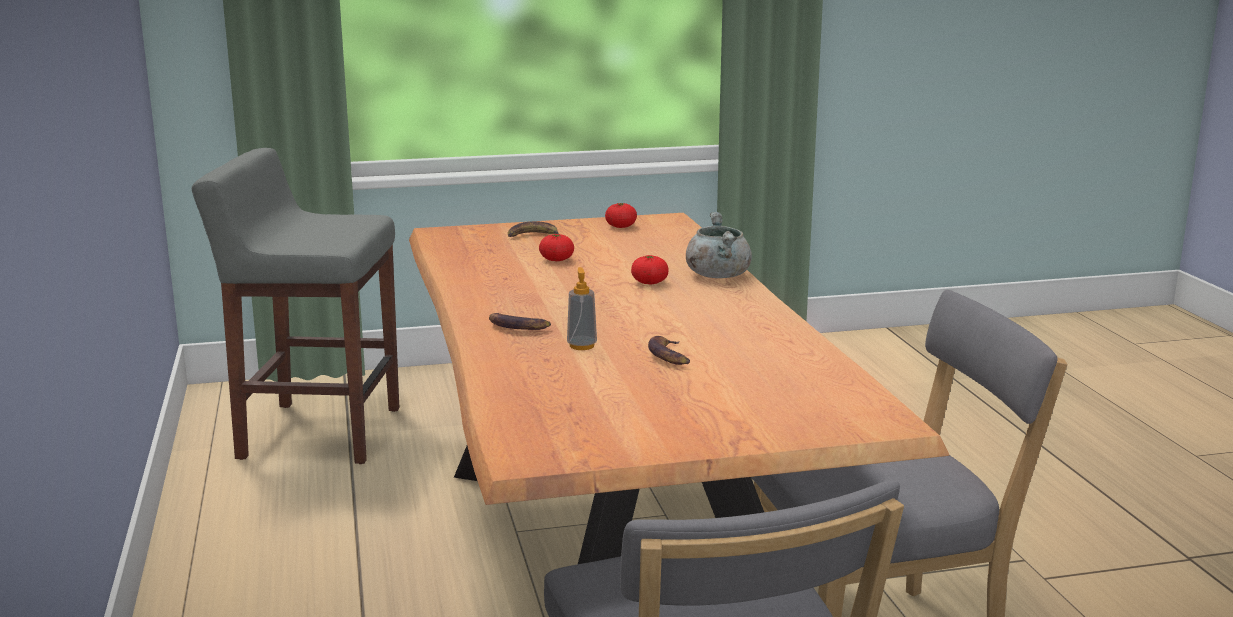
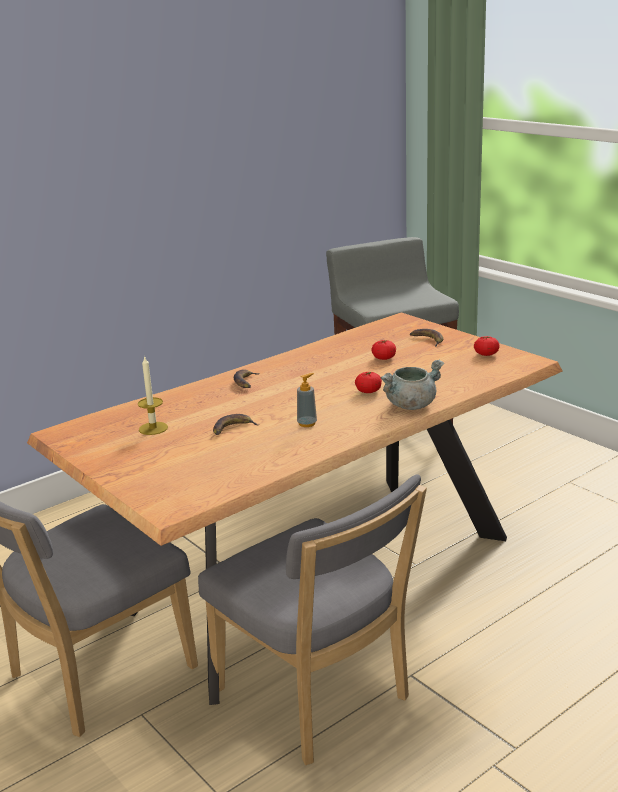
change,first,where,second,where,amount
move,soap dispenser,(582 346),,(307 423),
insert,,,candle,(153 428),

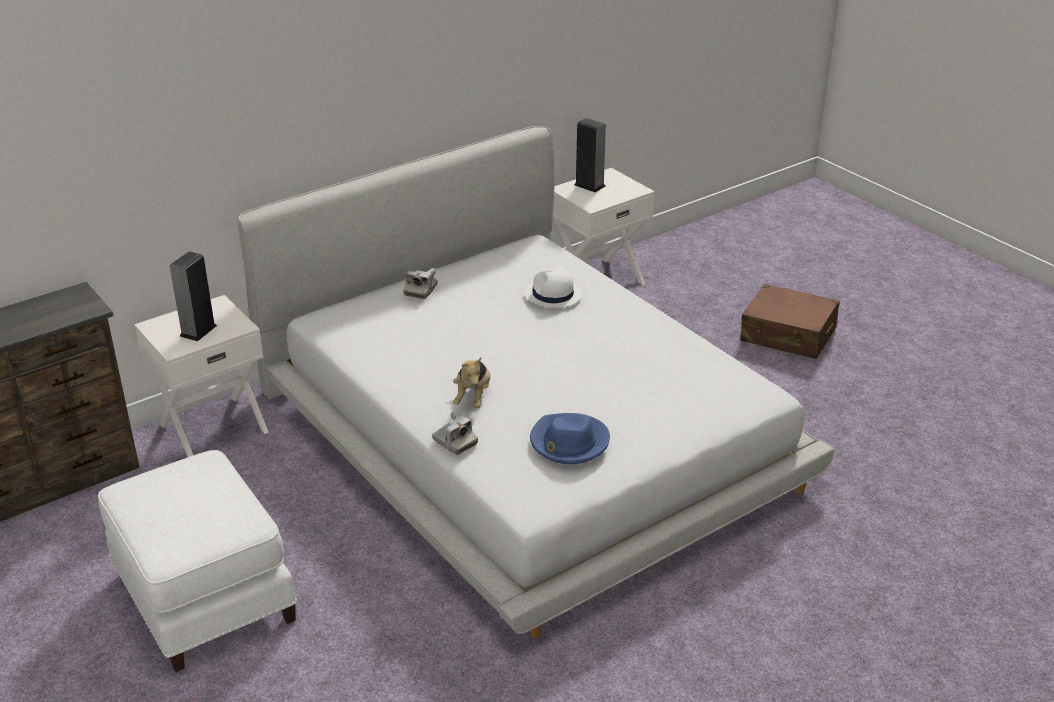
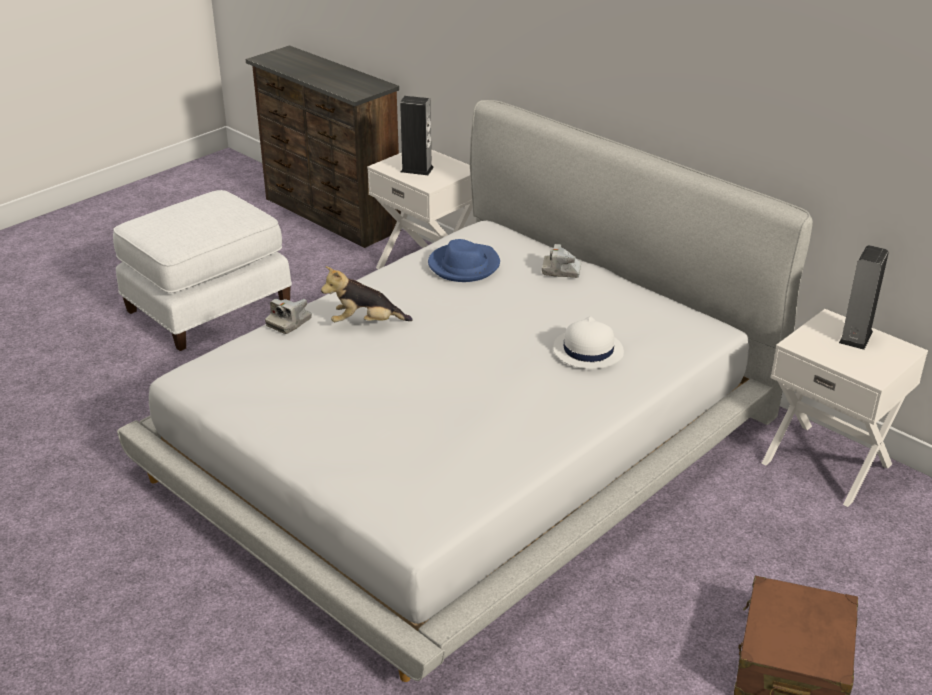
change,first,where,second,where,amount
move,blue hat,(569 442),,(464 266),

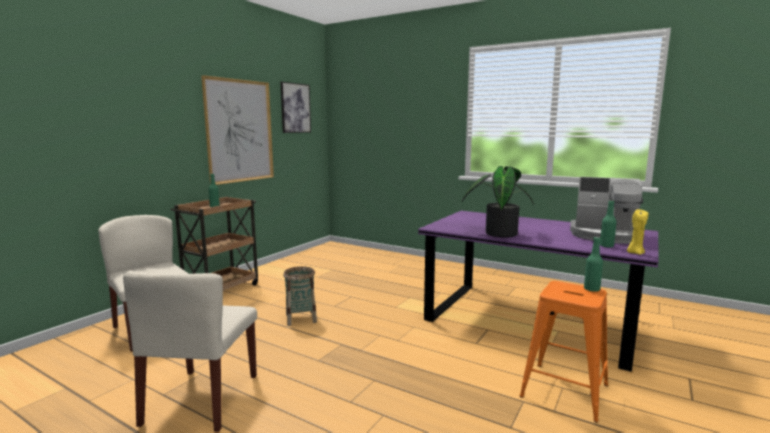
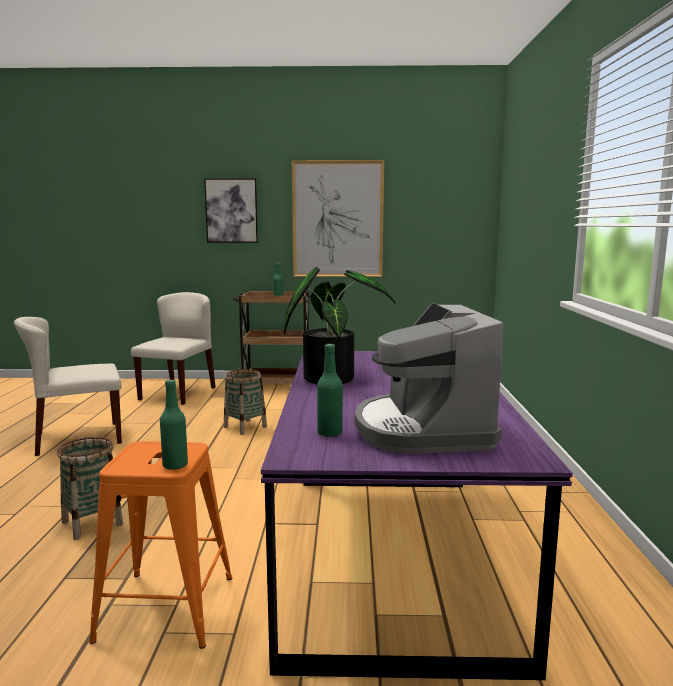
change,first,where,second,where,amount
move,picture,(295 108),,(231 211),
delete,yellow candle,(635 253),,,
insert,,,basket,(92 523),

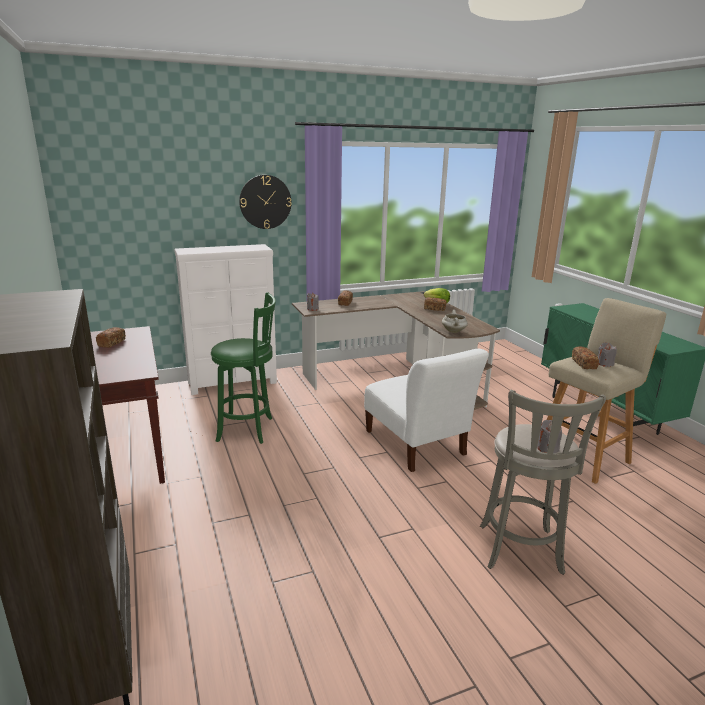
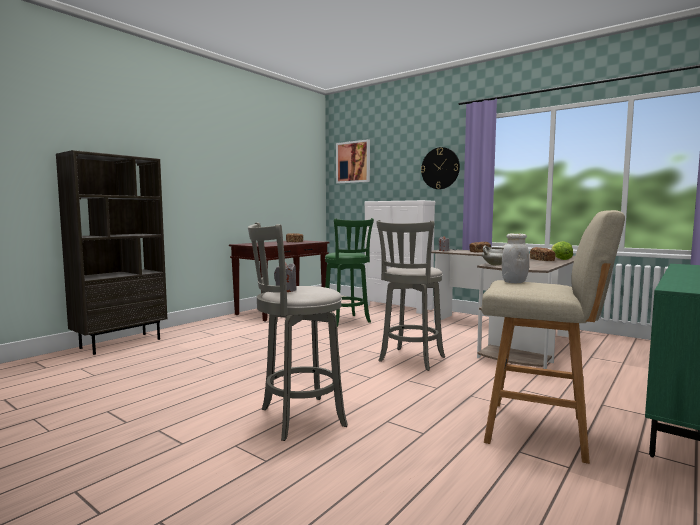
change,first,where,second,where,amount
replace,white chair,(416 445),grey stool,(410 360),
replace,bread,(584 364),white jar,(514 282),
delete,grey candle,(604 364),,,
insert,,,picture,(353 162),

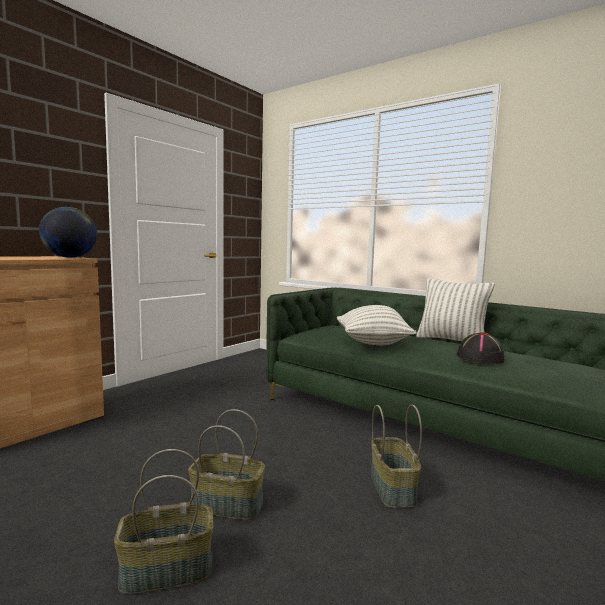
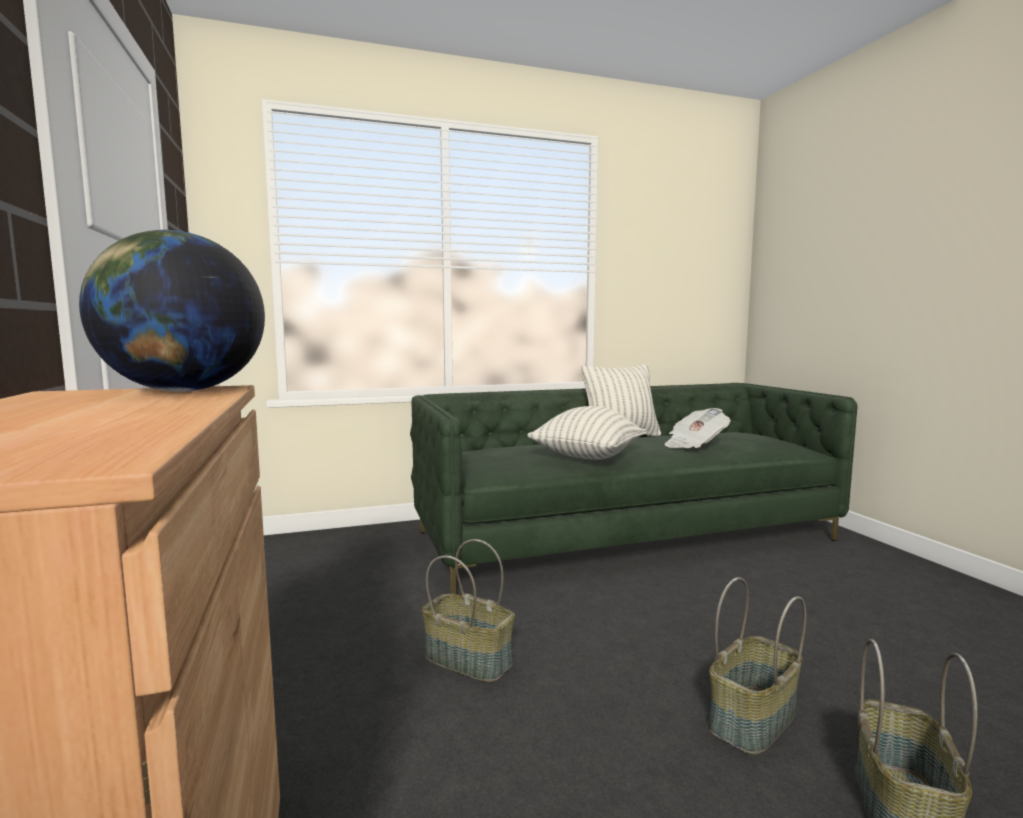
change,first,where,second,where,amount
move,basket,(393 488),,(469 659),
replace,black hat,(479 358),newspaper,(694 445),

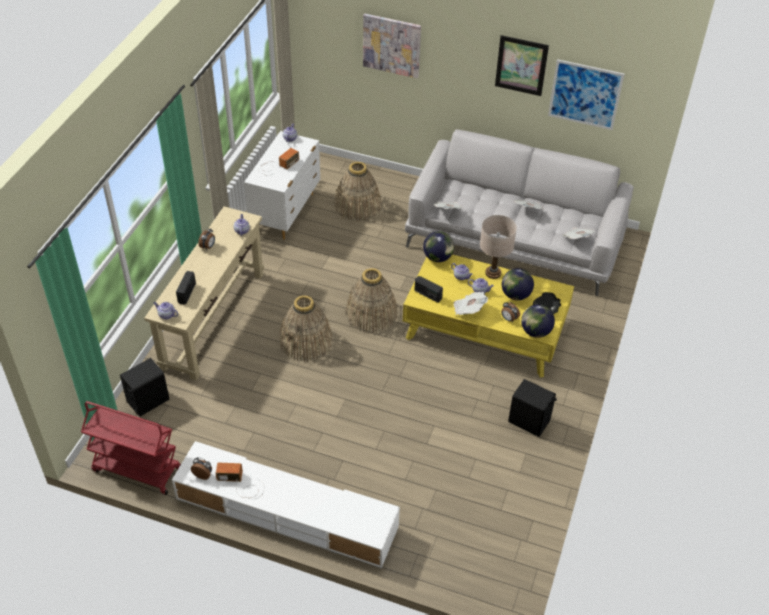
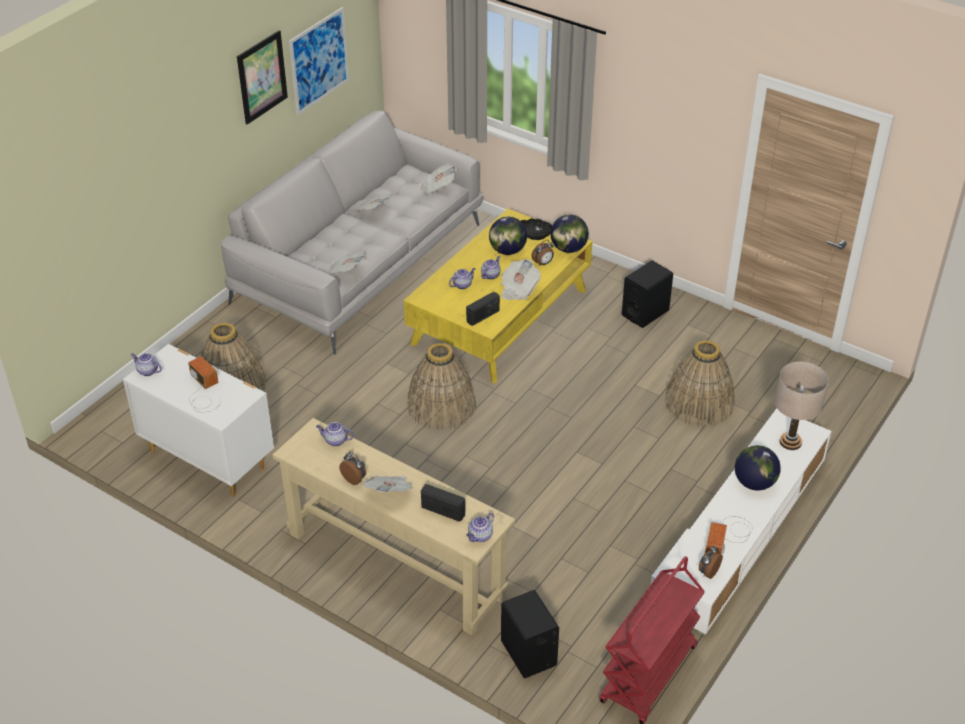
change,first,where,second,where,amount
move,basket,(306 341),,(699 403),
delete,picture,(391 45),,,
move,globe,(438 258),,(754 483),
move,beige table lamp,(493 273),,(790 442),
insert,,,newspaper,(390 492),

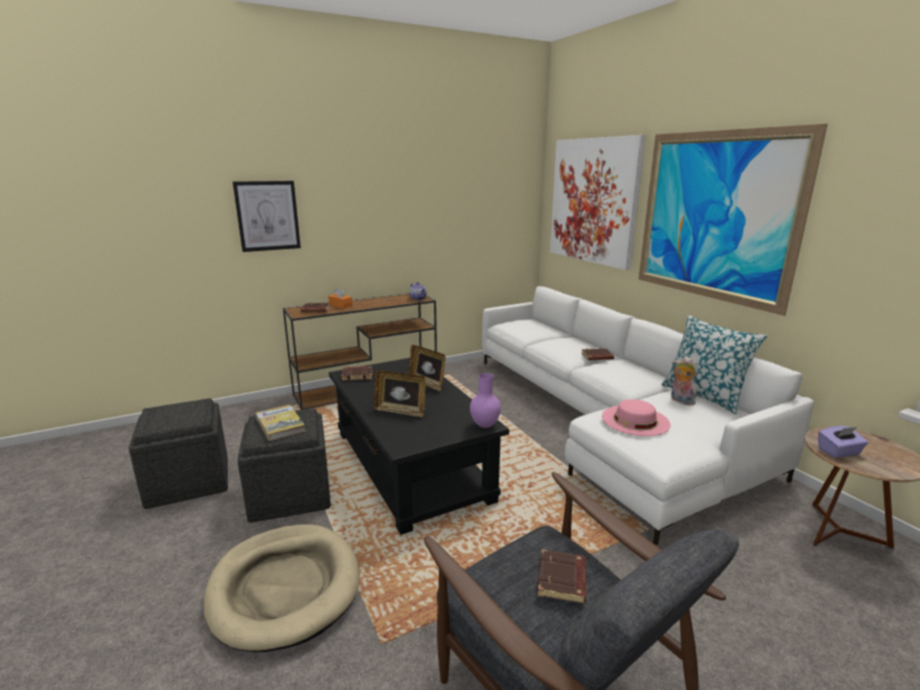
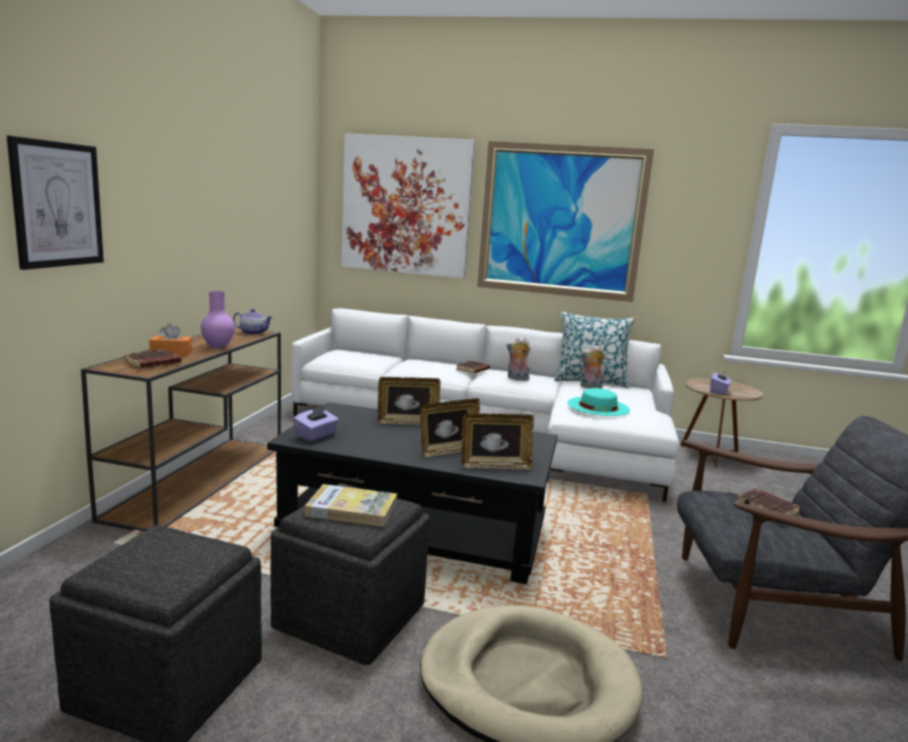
change,first,where,second,where,amount
replace,brown book,(358 376),purple tissue box,(316 436),
move,purple vase,(484 425),,(217 347),
recolor,pink hat,(635 420),turquoise hat,(598 406),
insert,,,picture frame,(495 466),
insert,,,plush toy,(517 379),

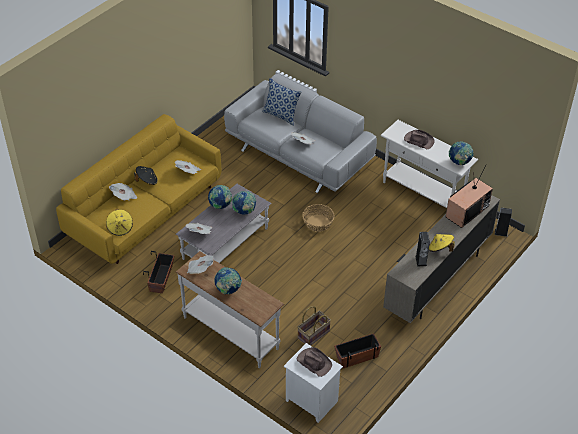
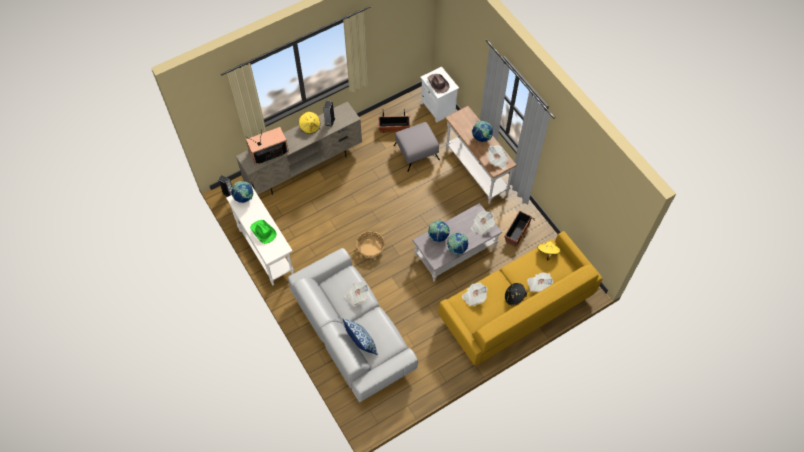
change,first,where,second,where,amount
replace,basket,(313 334),grey ottoman,(417 152),
recolor,brown hat,(418 140),green hat,(263 232),

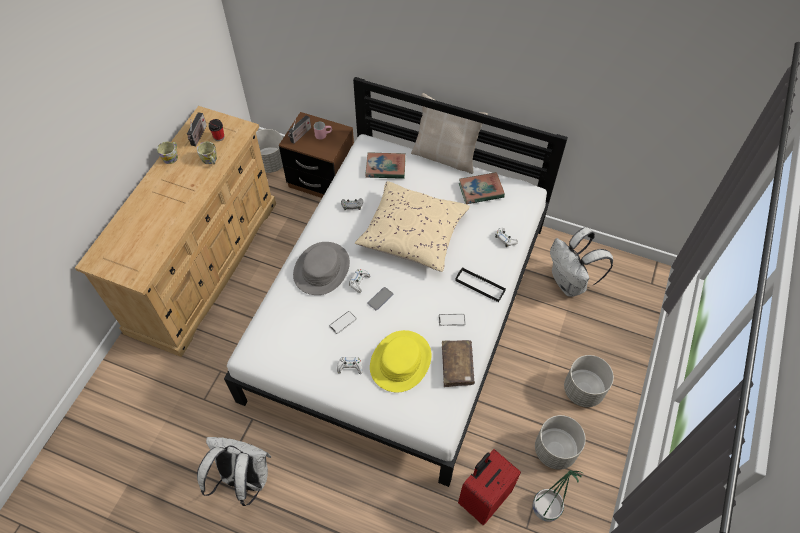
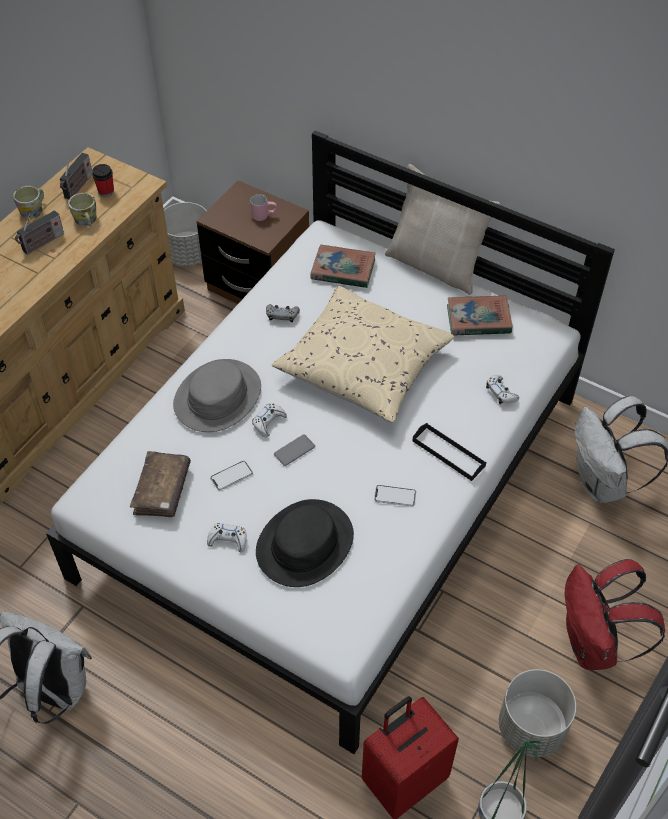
change,first,where,second,where,amount
move,radio,(300 136),,(42 243),
recolor,yellow hat,(400 361),black hat,(304 544),
move,brown book,(457 366),,(162 490),
replace,grey planter,(583 390),red backpack,(593 645),

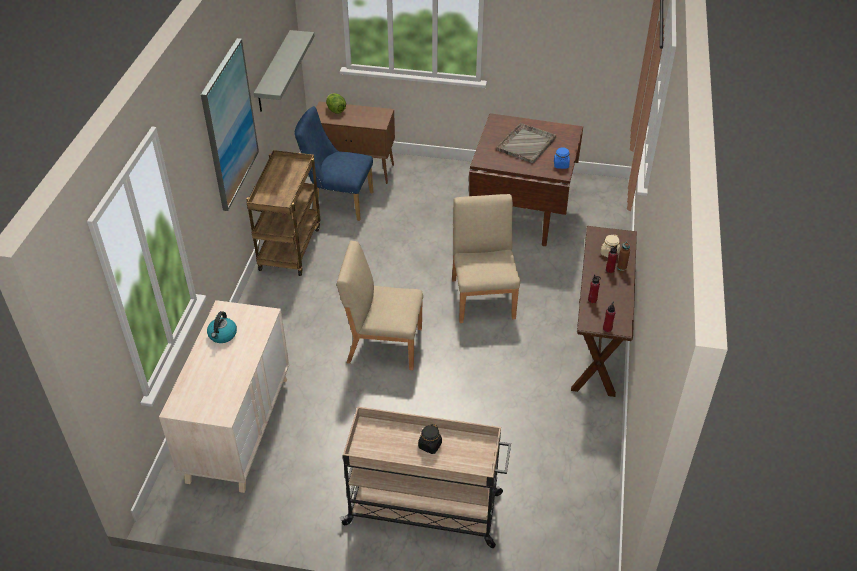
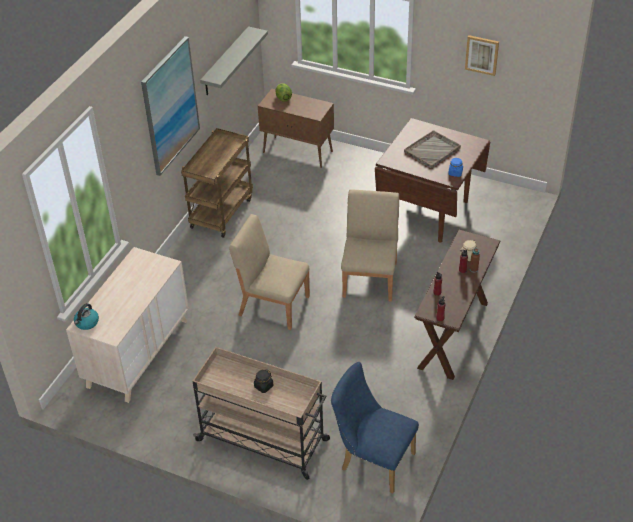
change,first,where,second,where,amount
move,kettle,(222 335),,(87 323),
move,blue chair,(337 202),,(372 460),
insert,,,picture,(482 54),

